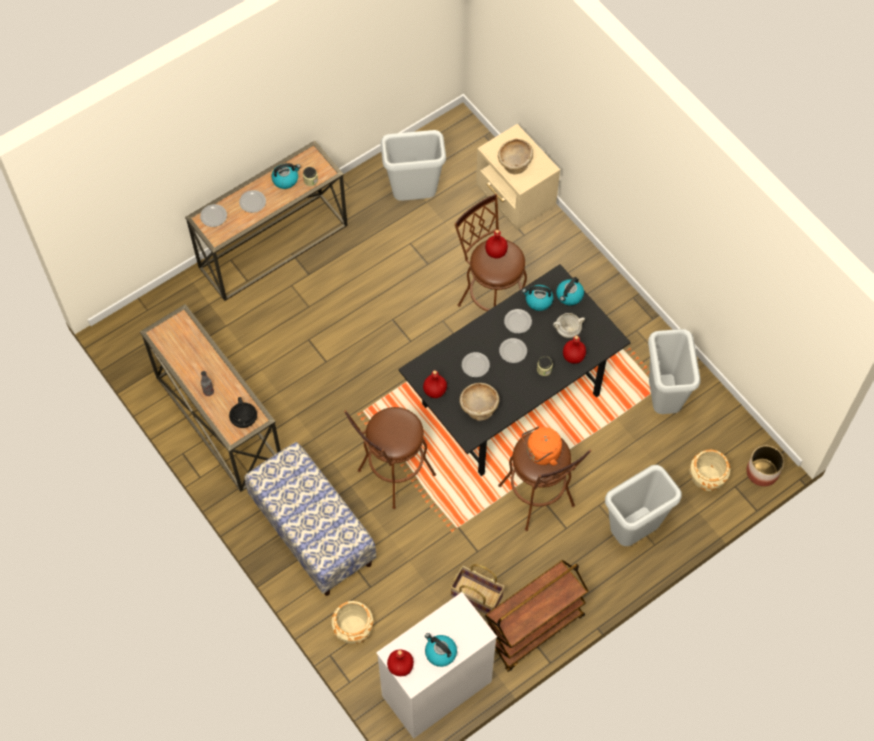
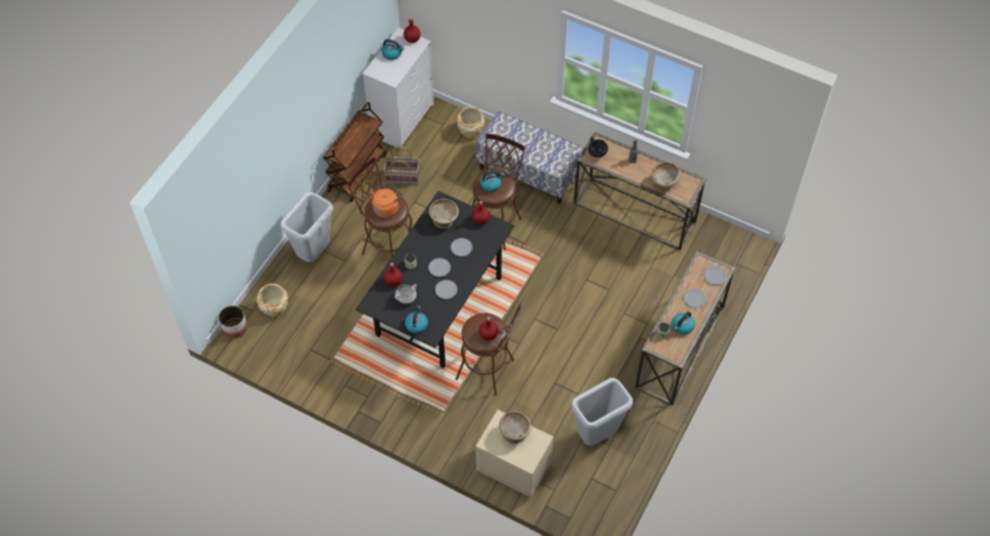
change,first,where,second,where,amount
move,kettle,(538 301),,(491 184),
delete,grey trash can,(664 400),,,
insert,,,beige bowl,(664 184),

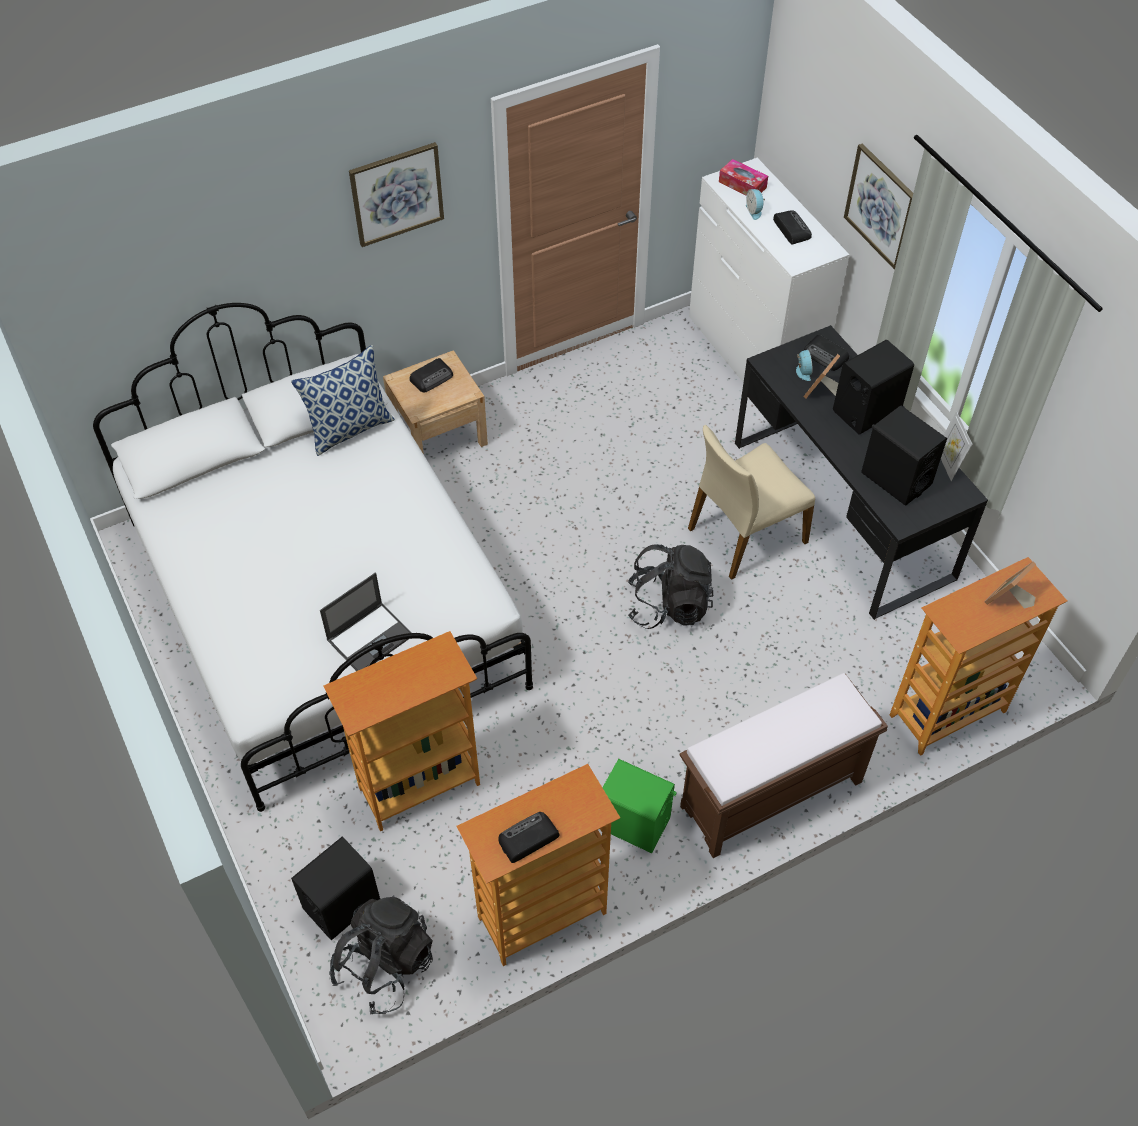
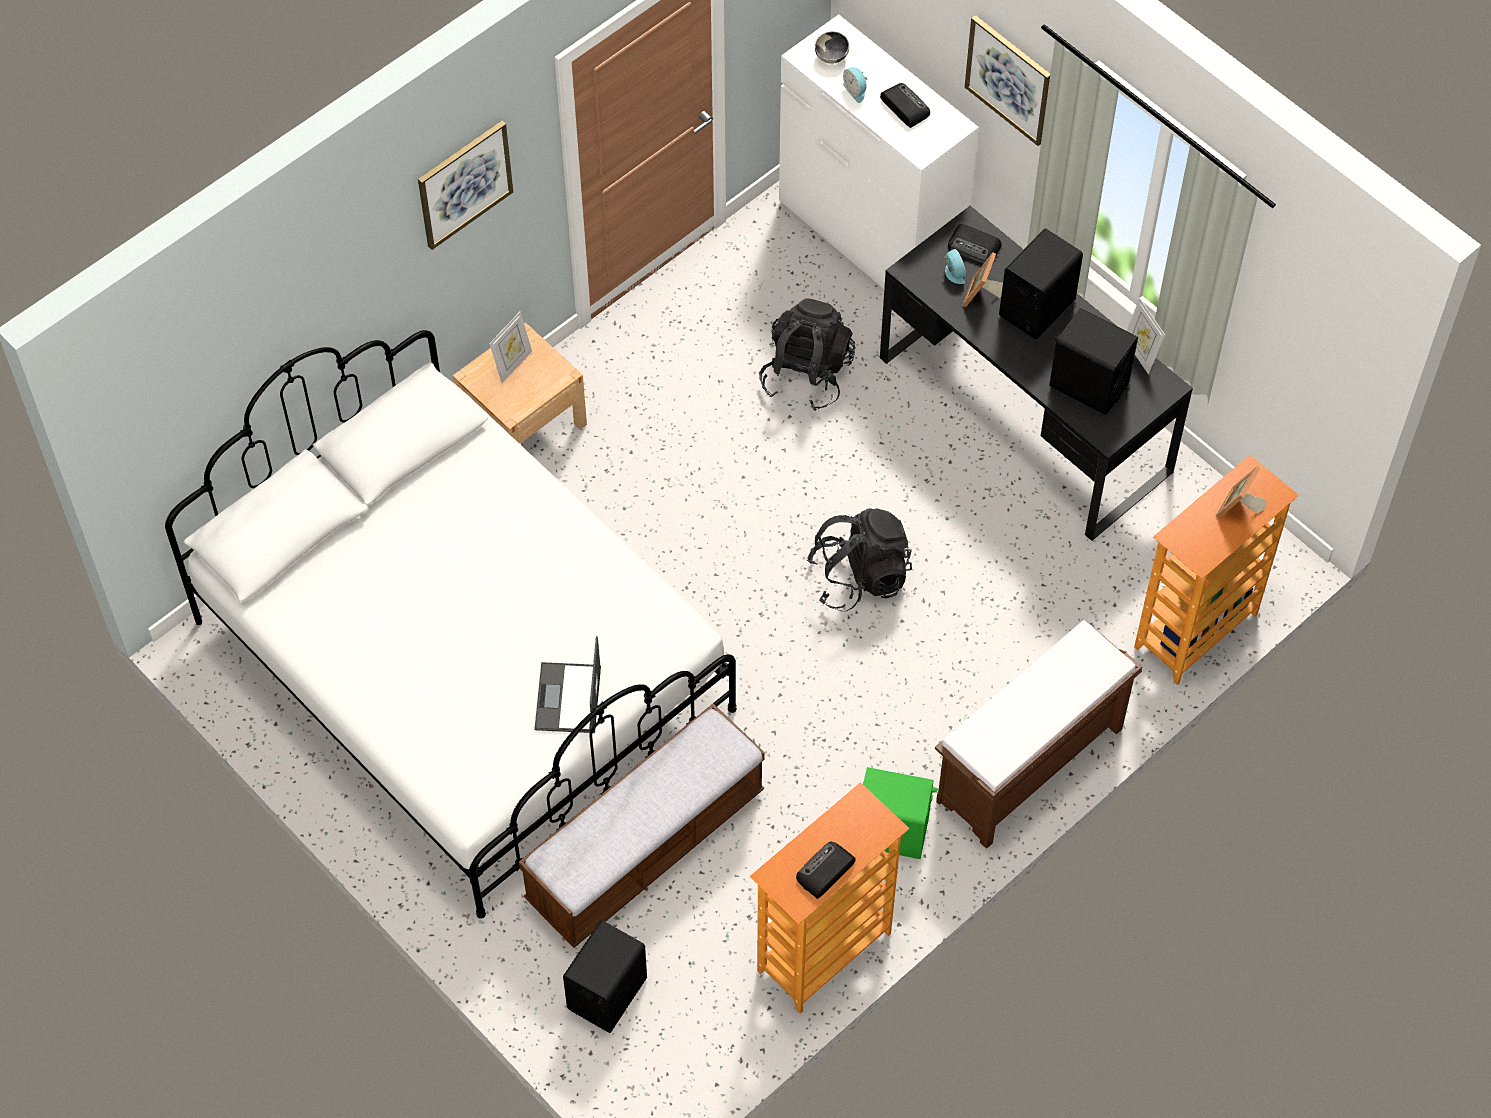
change,first,where,second,where,amount
delete,pillow,(350 428),,,
rotate,laptop,(370 637),,(568 699),150 degrees clockwise
replace,bookcase,(419 785),bench,(646 847),
move,black backpack,(385 965),,(807 374),
replace,radio,(432 378),picture frame,(513 364),
delete,beige chair,(745 534),,,
replace,tissue box,(742 185),bowl,(831 57),

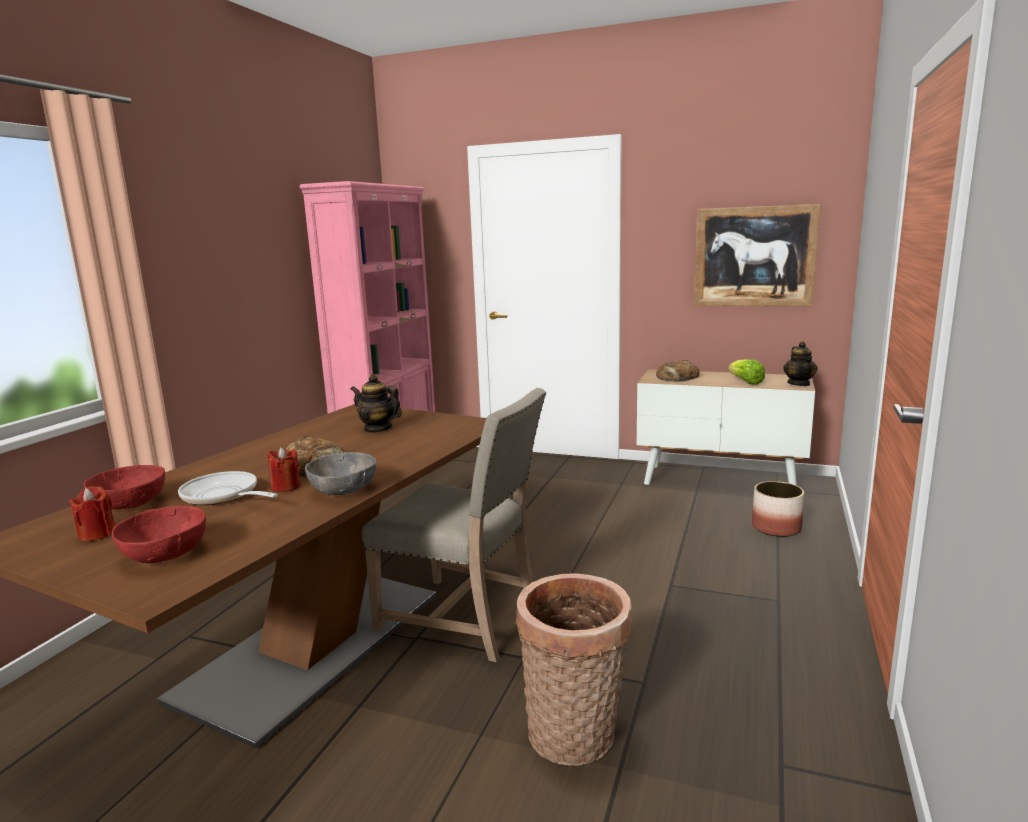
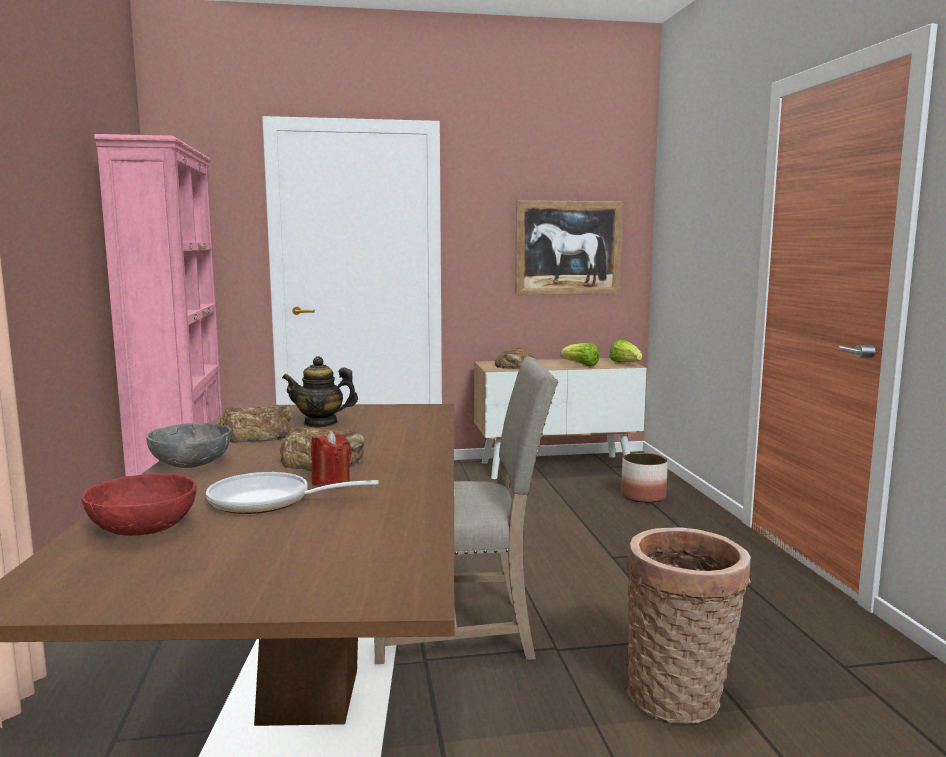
change,first,where,second,where,amount
delete,red candle,(97 534),,,
delete,red bowl,(165 554),,,
move,grey bowl,(343 490),,(191 463),
replace,teapot,(799 384),lettuce,(625 363),
insert,,,bread,(256 434),

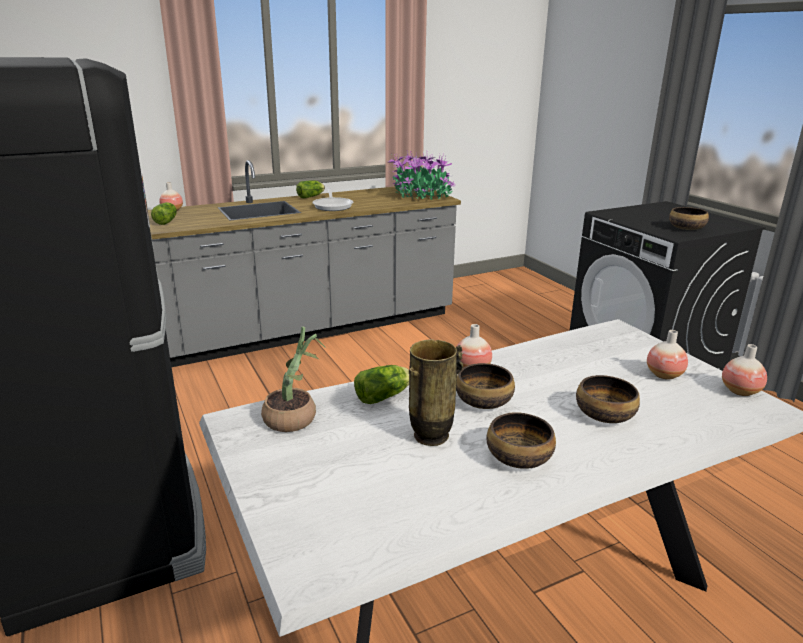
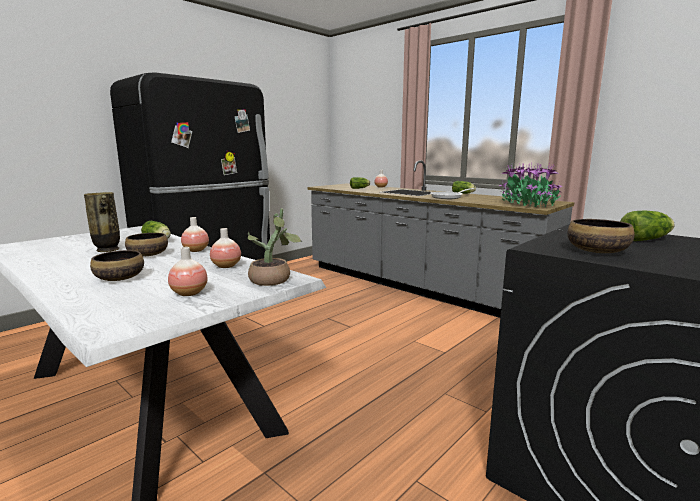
change,first,where,second,where,amount
move,potted plant,(296 417),,(273 281),
delete,bowl,(518 457),,,
move,vase,(740 391),,(226 266),
insert,,,lettuce,(646 239),

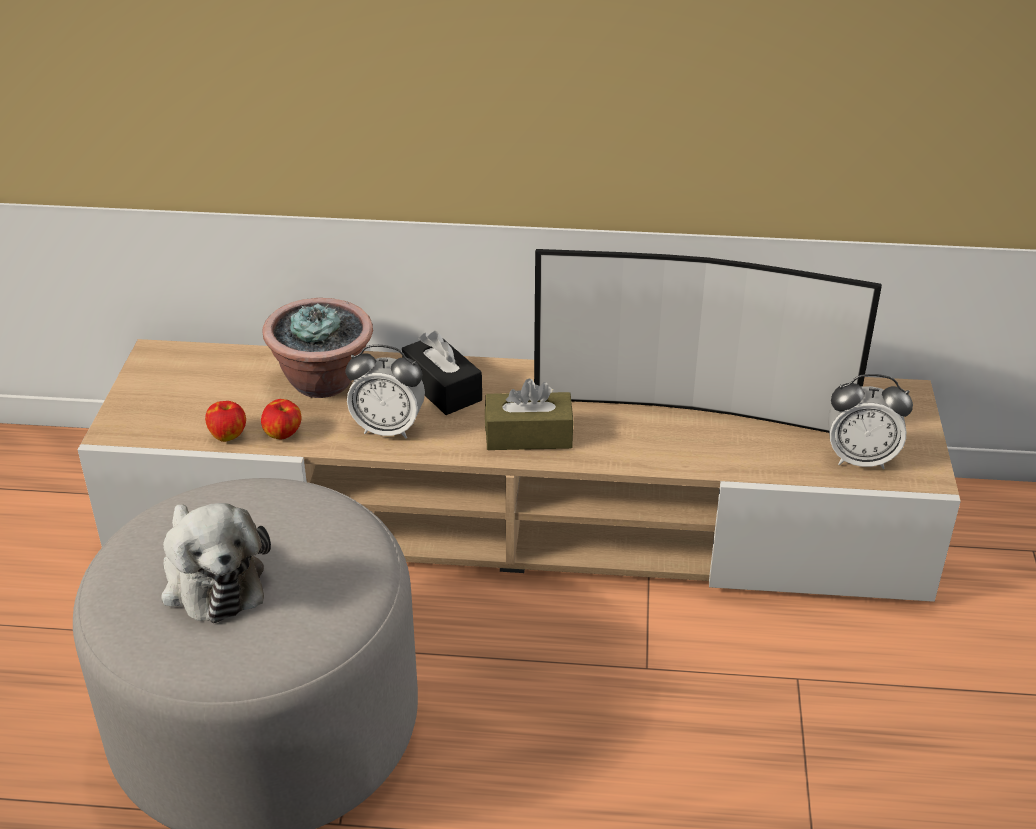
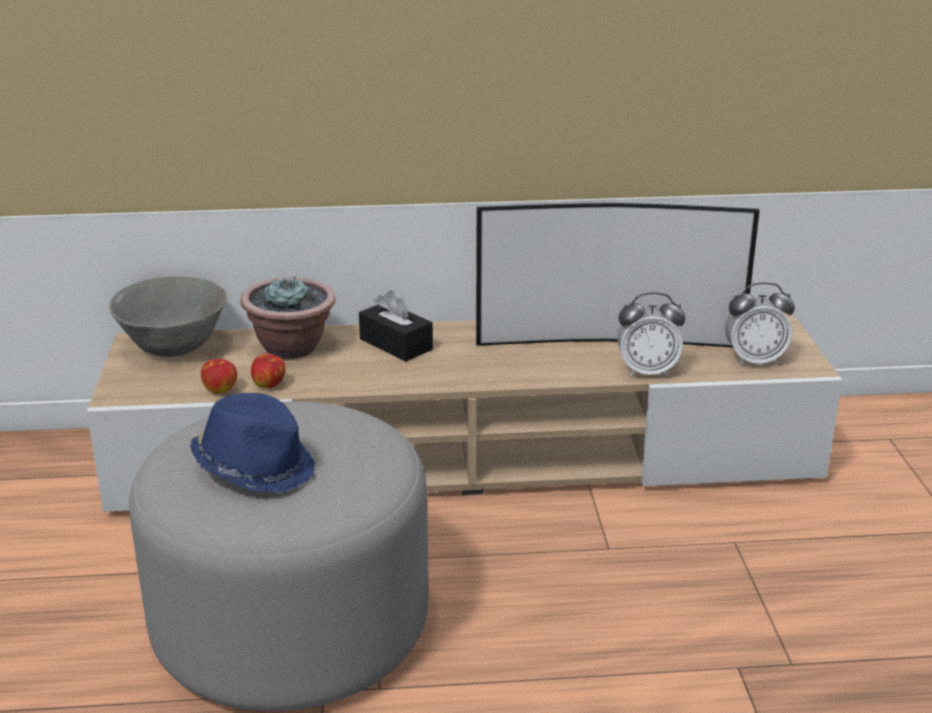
change,first,where,second,where,amount
replace,plush toy,(211 578),blue hat,(255 467),
move,alarm clock,(388 428),,(647 371),
delete,brown tissue box,(528 435),,,
insert,,,grey bowl,(174 348),

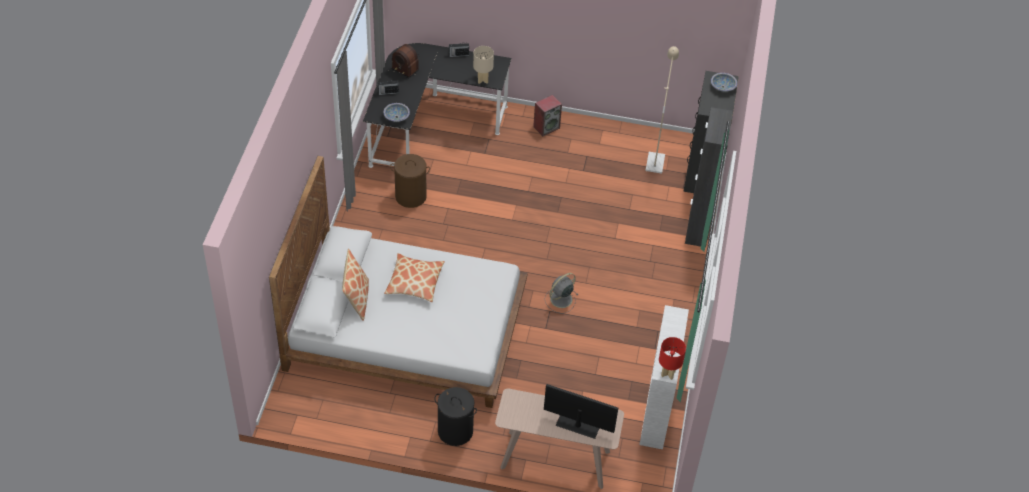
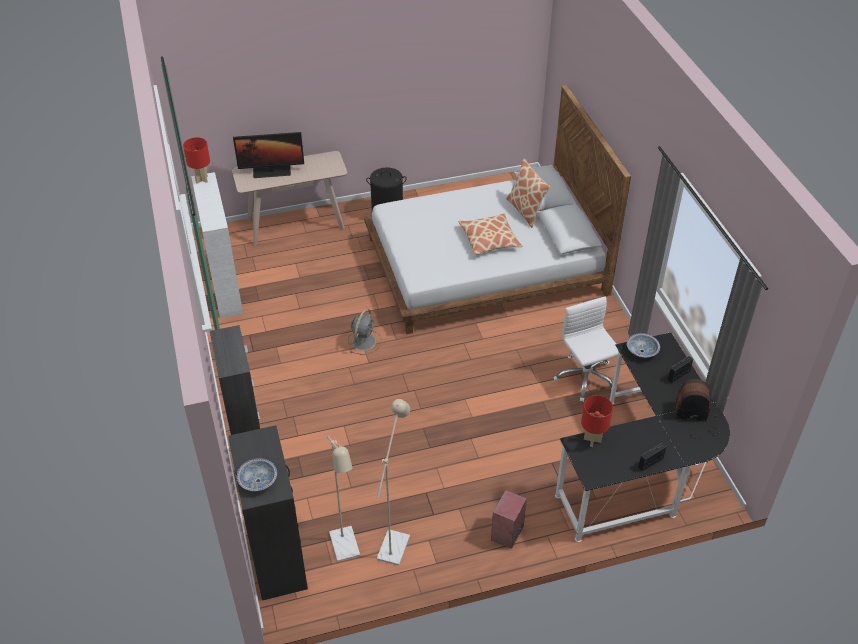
change,first,where,second,where,amount
replace,brown laundry basket,(410 196),white office chair,(585 378),
recolor,beige table lamp,(482 80),red table lamp,(592 439),
insert,,,beige floor lamp,(395 541),

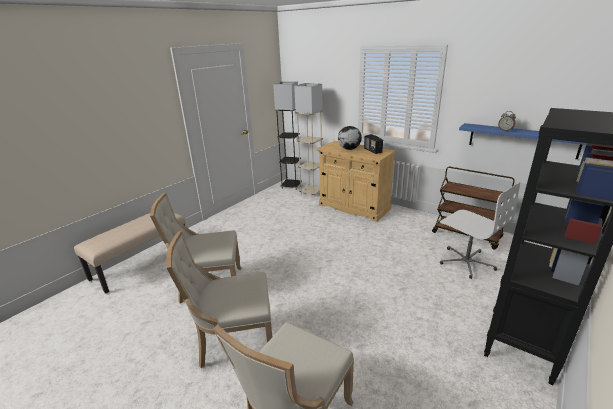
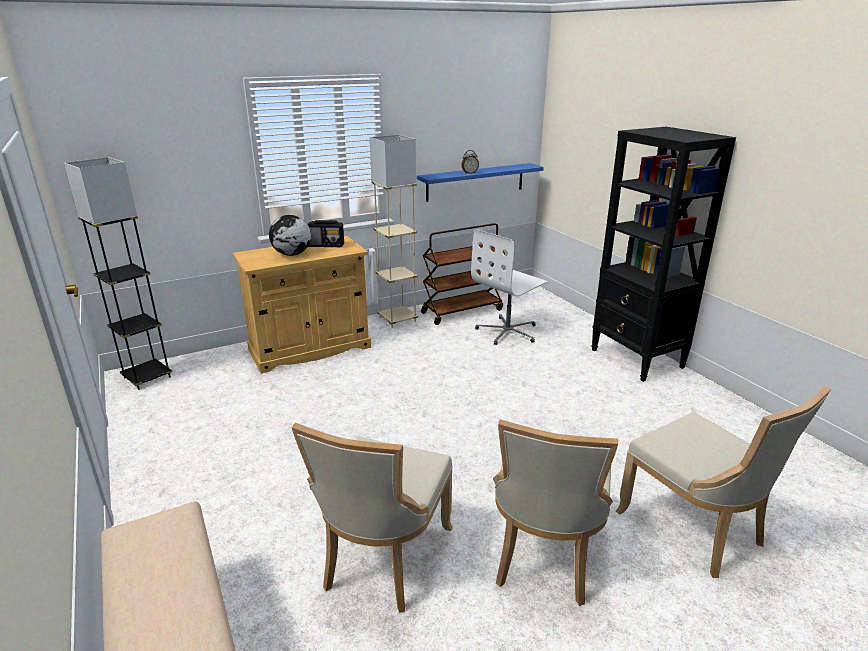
change,first,where,second,where,amount
move,beige floor lamp,(311 192),,(397 319),
rotate,white office chair,(466 262),,(508 331),150 degrees clockwise

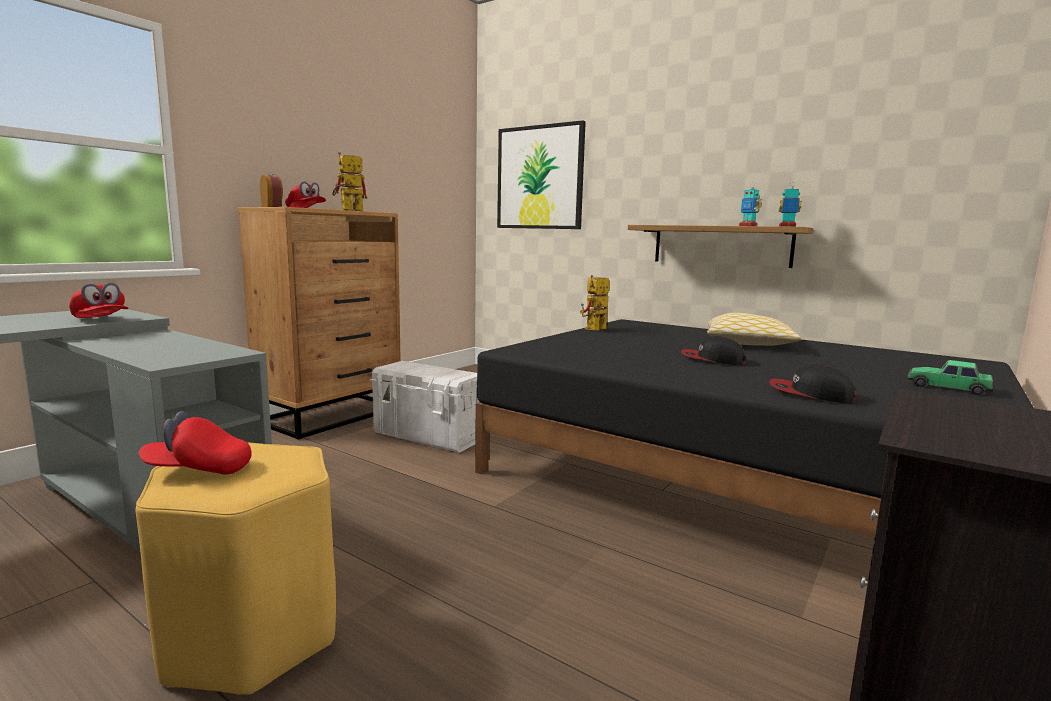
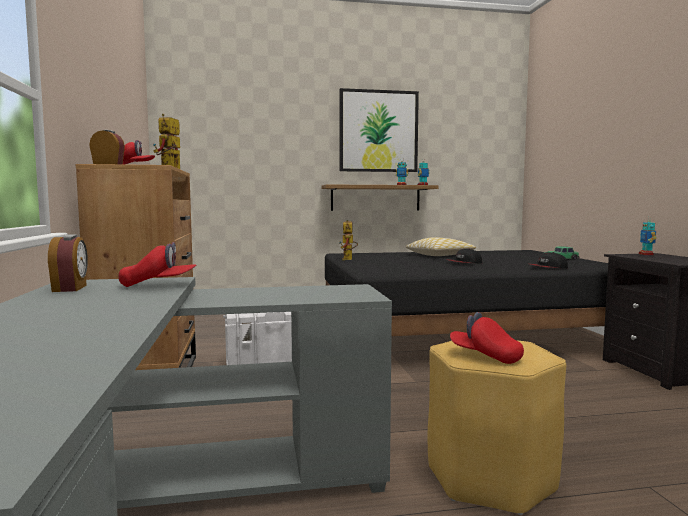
change,first,where,second,where,amount
rotate,red cap,(199 470),,(485 356),90 degrees clockwise
move,picture,(540 178),,(378 131),
insert,,,alarm clock,(70 288),
insert,,,toy robot,(646 254),

